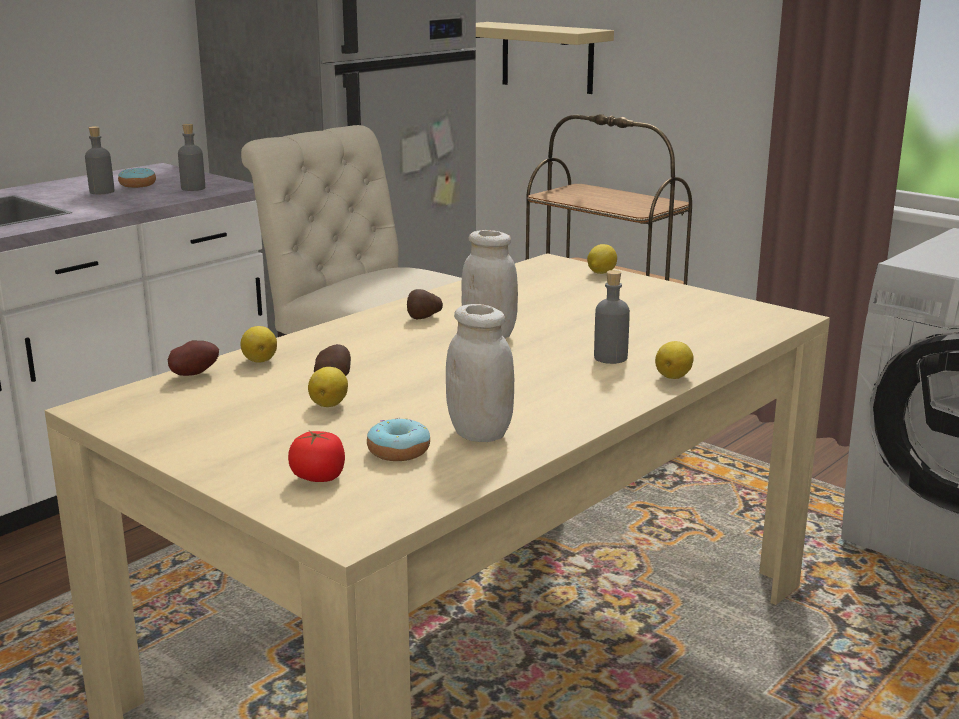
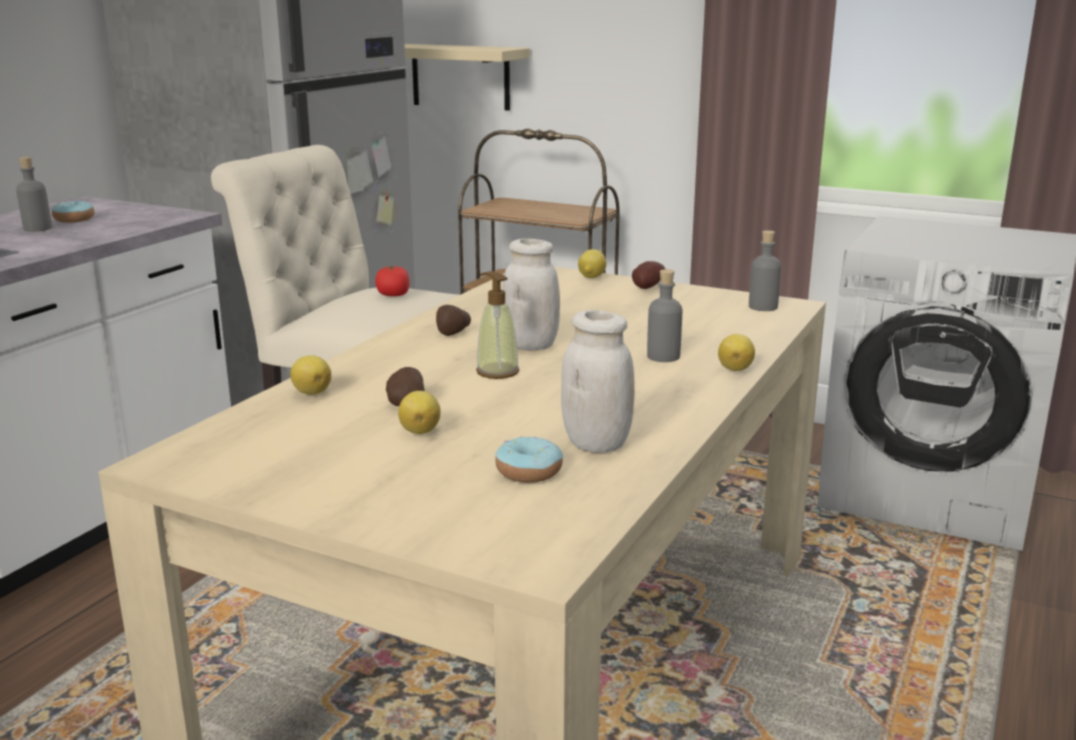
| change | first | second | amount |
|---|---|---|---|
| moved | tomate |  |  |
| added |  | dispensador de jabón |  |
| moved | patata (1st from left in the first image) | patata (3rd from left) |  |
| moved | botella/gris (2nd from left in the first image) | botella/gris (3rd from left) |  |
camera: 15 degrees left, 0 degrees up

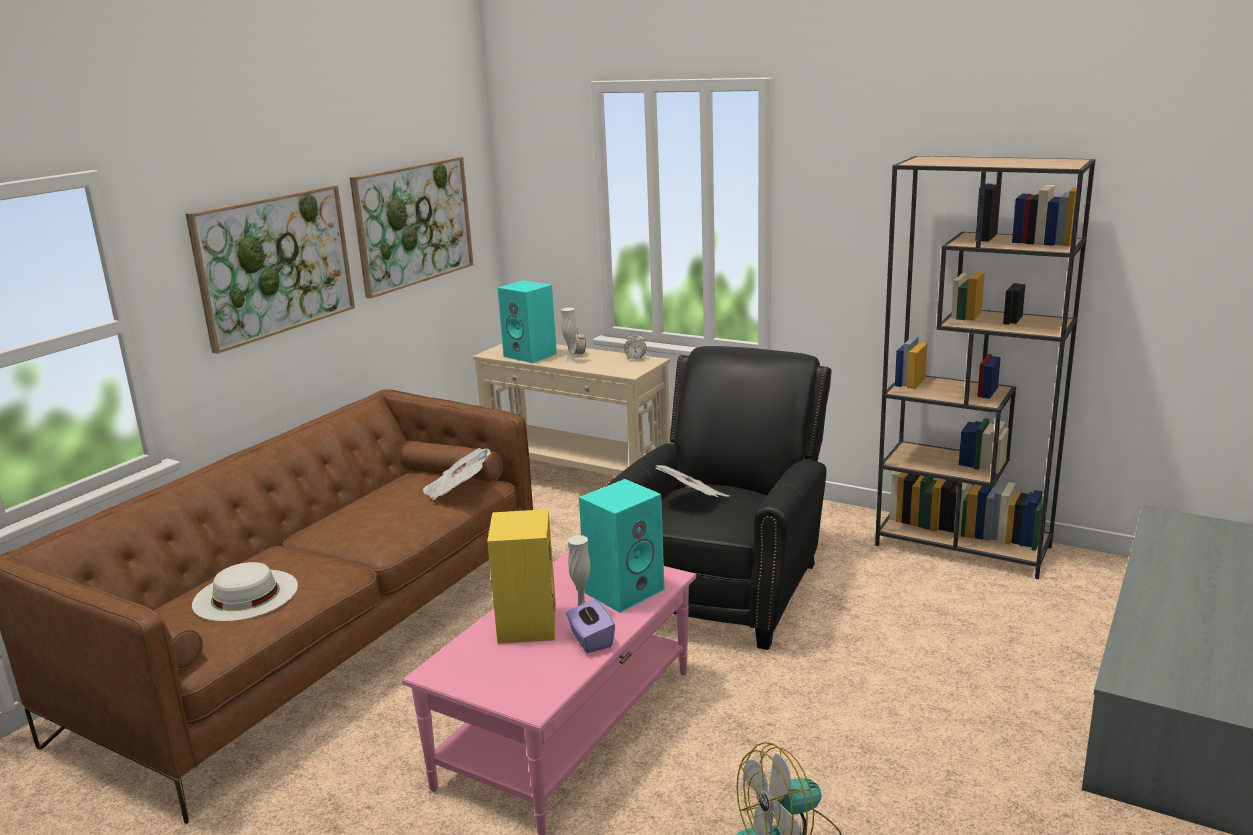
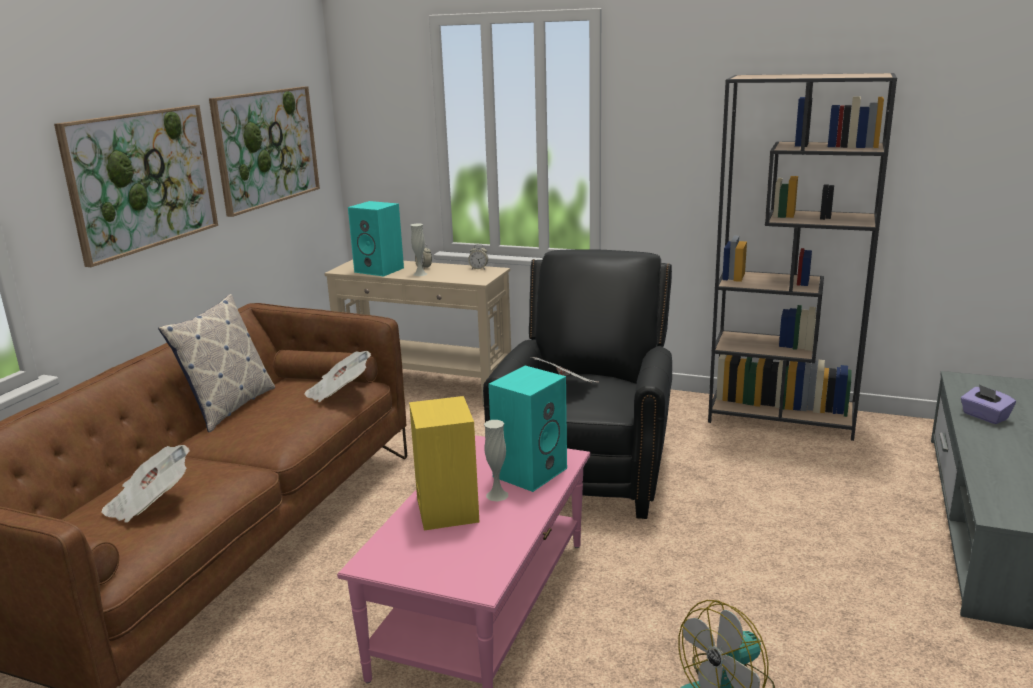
| change | first | second | amount |
|---|---|---|---|
| replaced | sombrero/blanco | periódico (1st from left) |  |
| added |  | cojín |  |
| moved | caja de pañuelos/morado |  |  |
camera: 10 degrees left, 0 degrees up

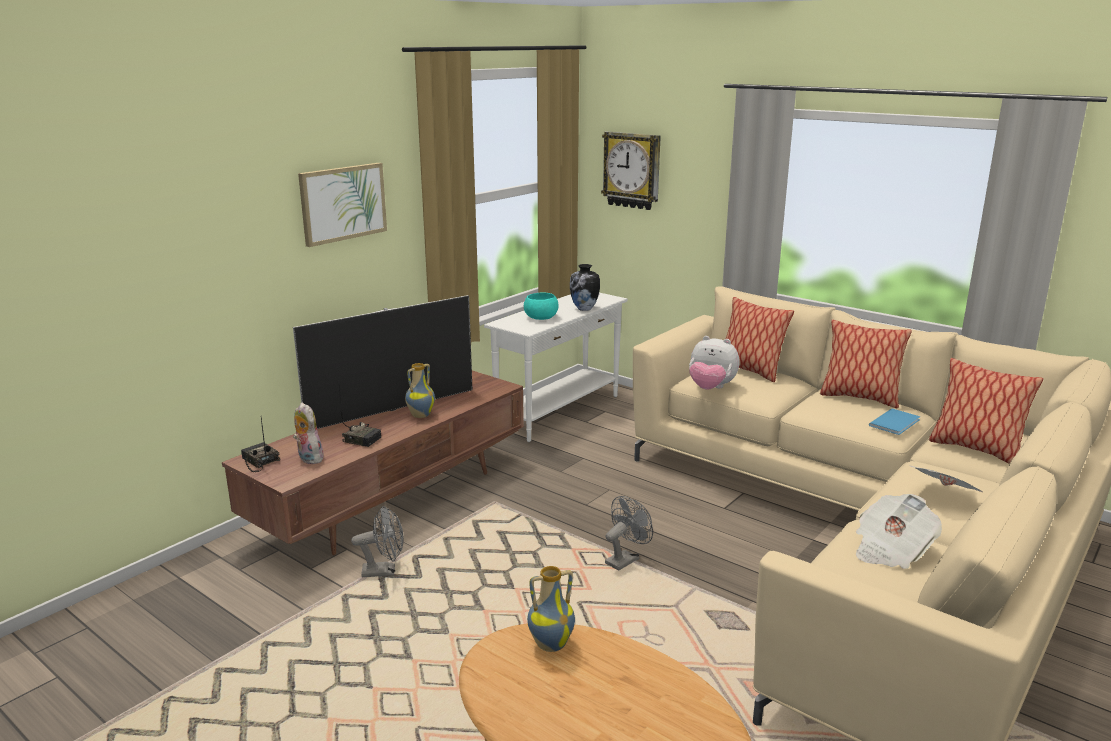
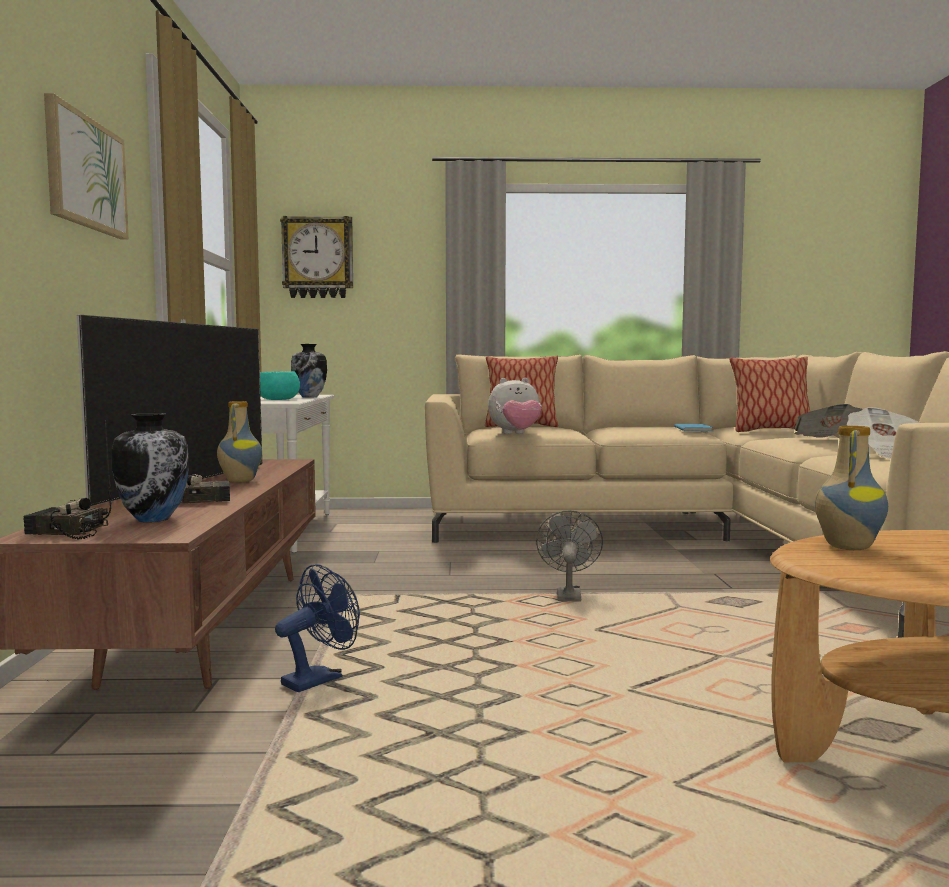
| change | first | second | amount |
|---|---|---|---|
| replaced | peluche (1st from left) | florero (1st from left) |  |
| recoloured | ventilador/gris (1st from left) | ventilador/azul |  |
| removed | cojín (2nd from left) |  |  |
camera: 40 degrees left, 15 degrees down

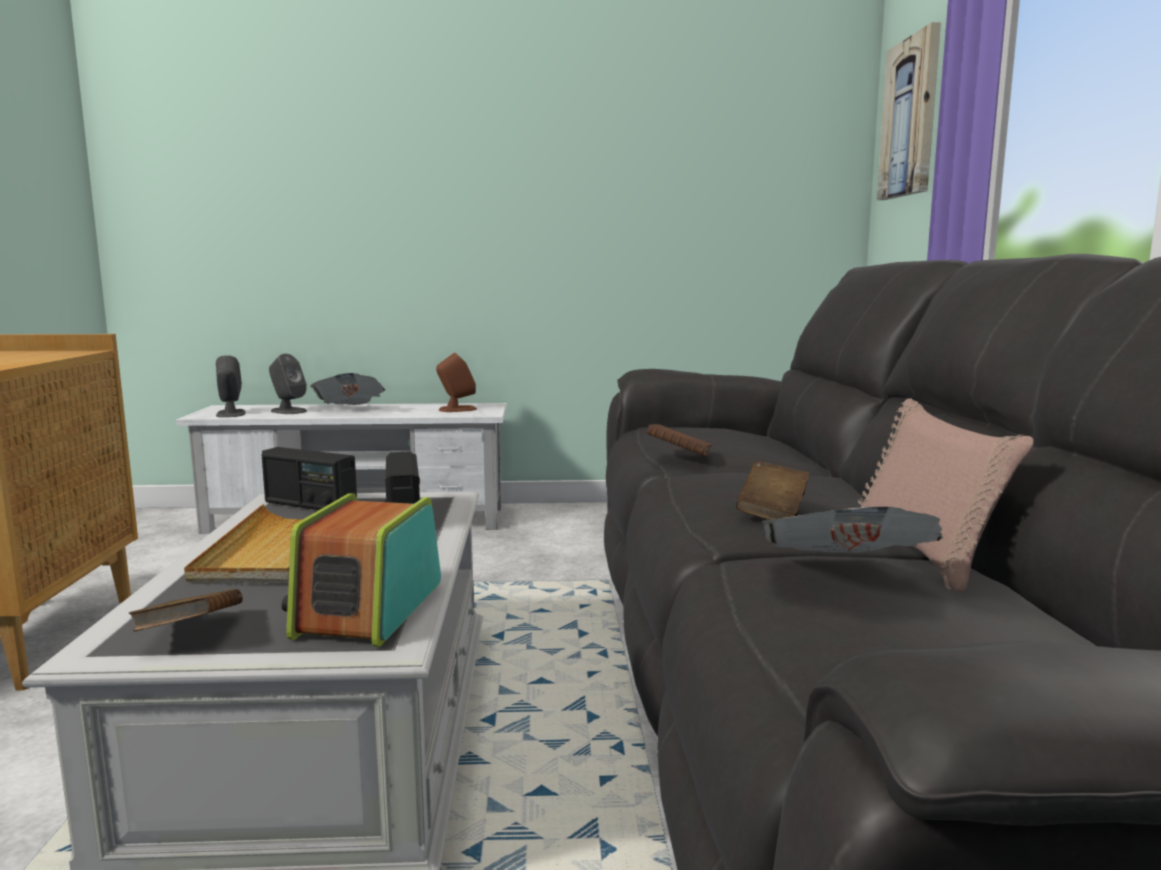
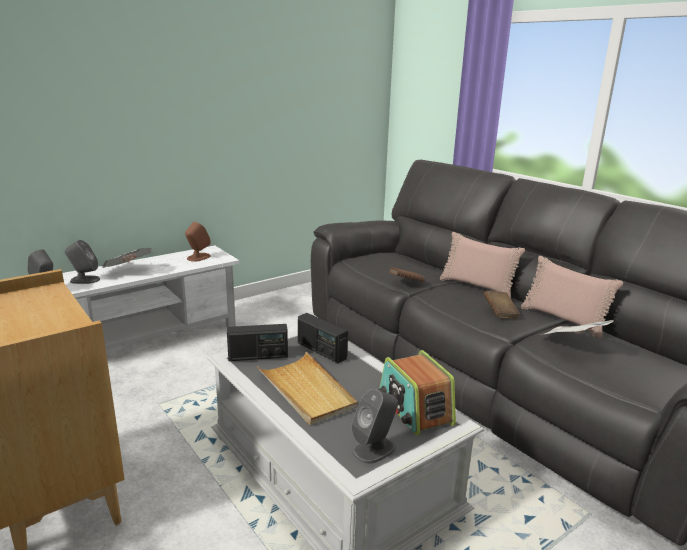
| change | first | second | amount |
|---|---|---|---|
| replaced | libro/marrón (1st from left) | altavoz/gris (3rd from left) |  |
| added |  | cojín/beis (1st from left) |  |
| removed | cuadro |  |  |
camera: 35 degrees left, 10 degrees up

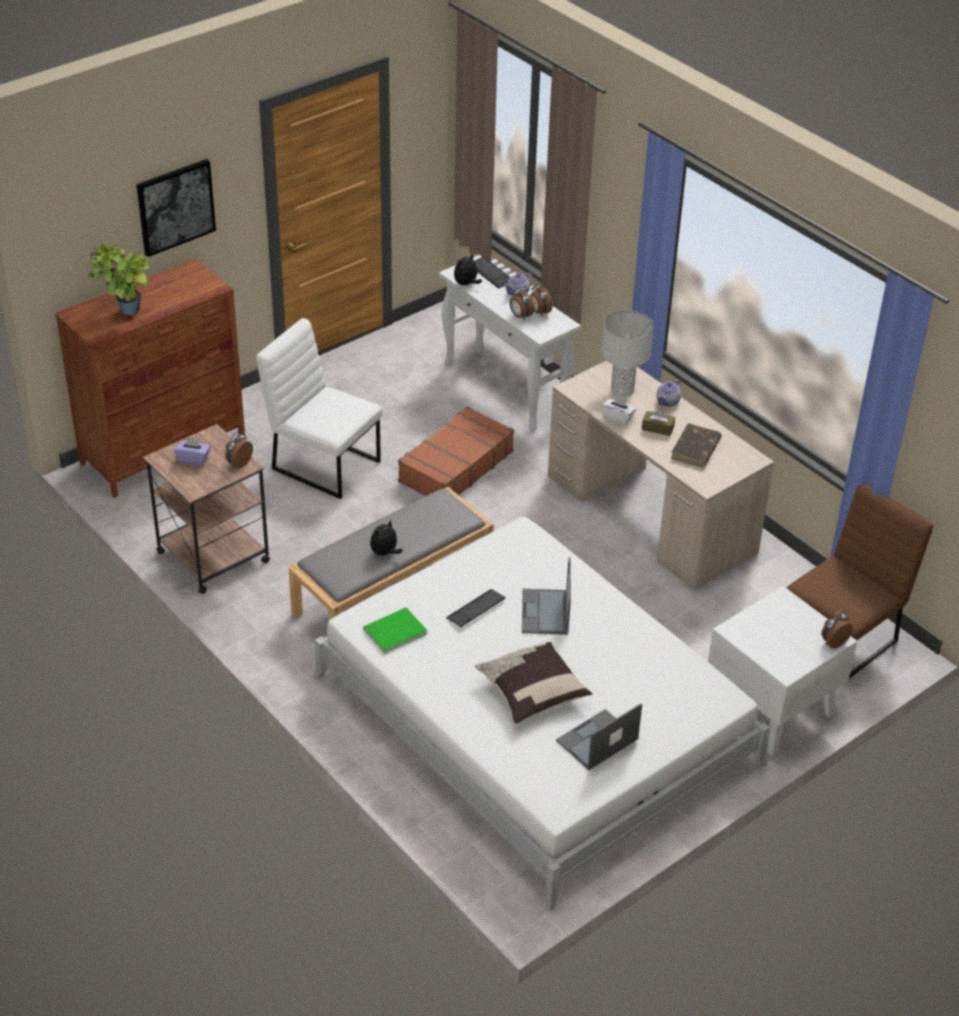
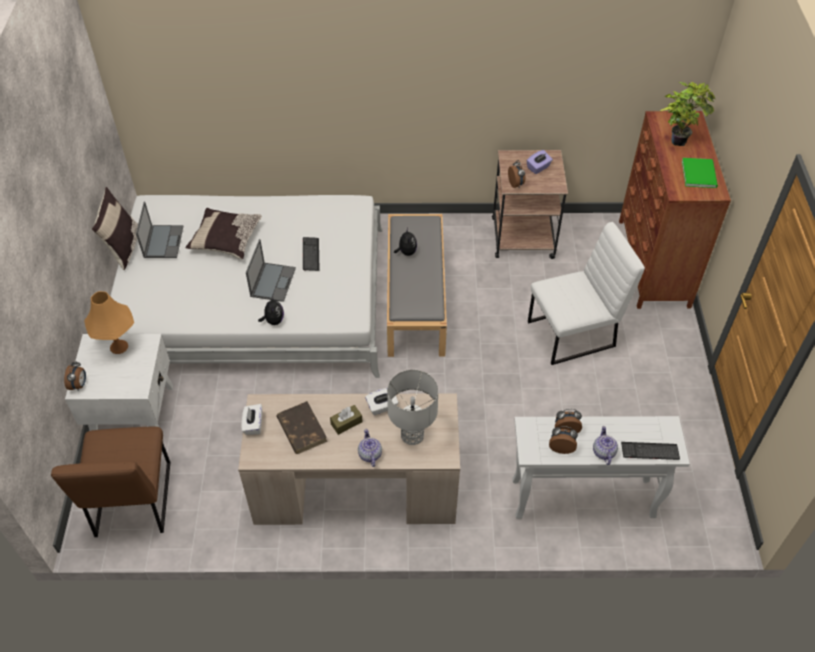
| change | first | second | amount |
|---|---|---|---|
| added |  | lámpara de mesa/naranja |  |
| added |  | cojín (1st from left) |  |
| added |  | caja de pañuelos/blanco (1st from left) |  |
| turned | portátil (1st from left in the first image) | portátil (2nd from left) | 60 degrees clockwise |
| moved | peluche (2nd from left in the first image) | peluche (1st from left) |  |
| moved | libro/verde |  |  |
| removed | cuadro |  |  |
| removed | maleta/marrón |  |  |
camera: 130 degrees right, 10 degrees up

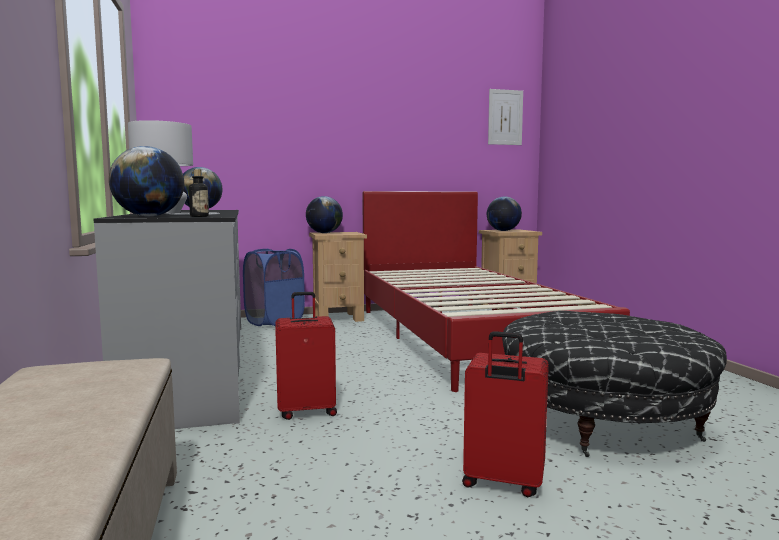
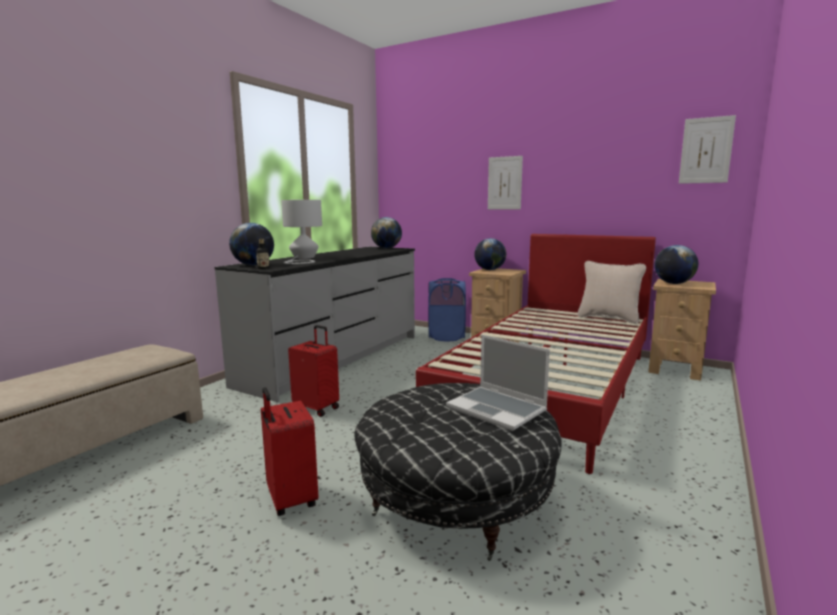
| change | first | second | amount |
|---|---|---|---|
| added |  | portátil |  |
| added |  | cuadro (1st from left) |  |
| added |  | cojín/beis |  |
camera: 45 degrees right, 5 degrees up

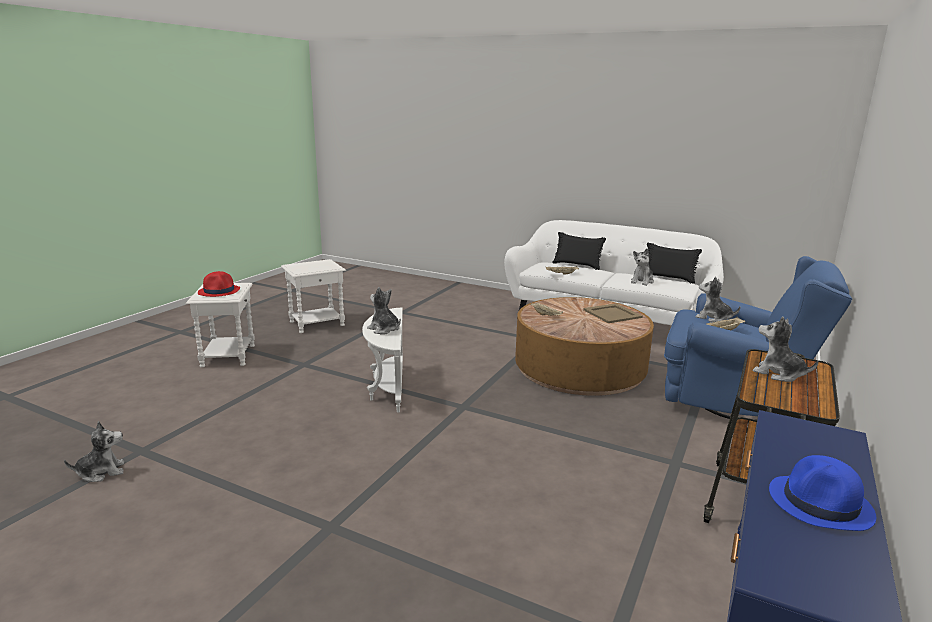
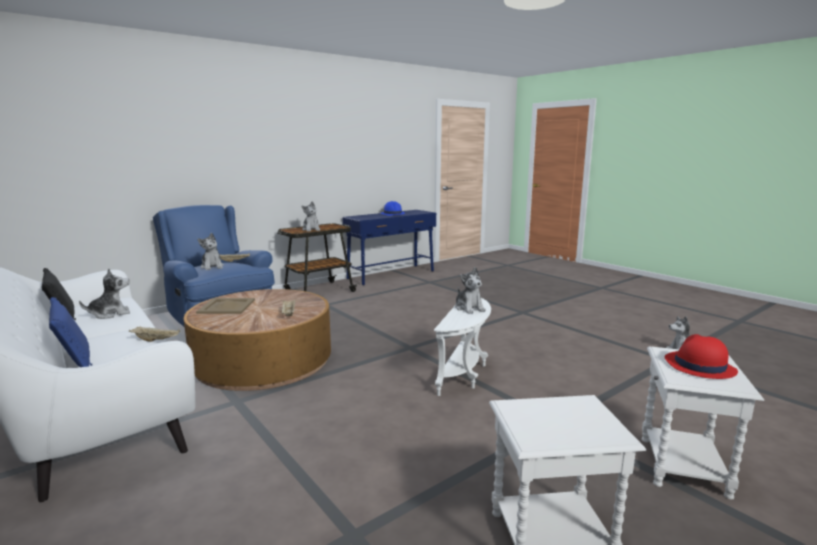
| change | first | second | amount |
|---|---|---|---|
| recoloured | cojín/negro (1st from left) | cojín/azul |  |
camera: 155 degrees left, 5 degrees down

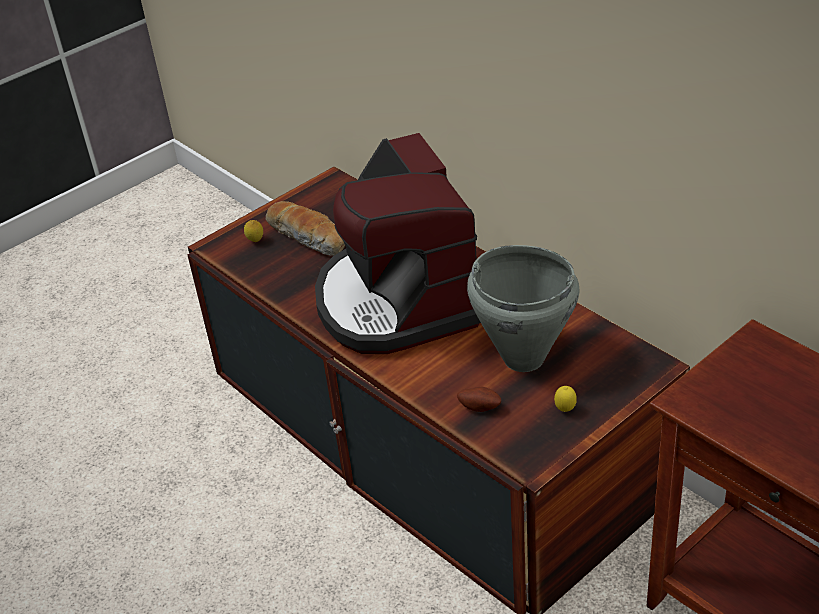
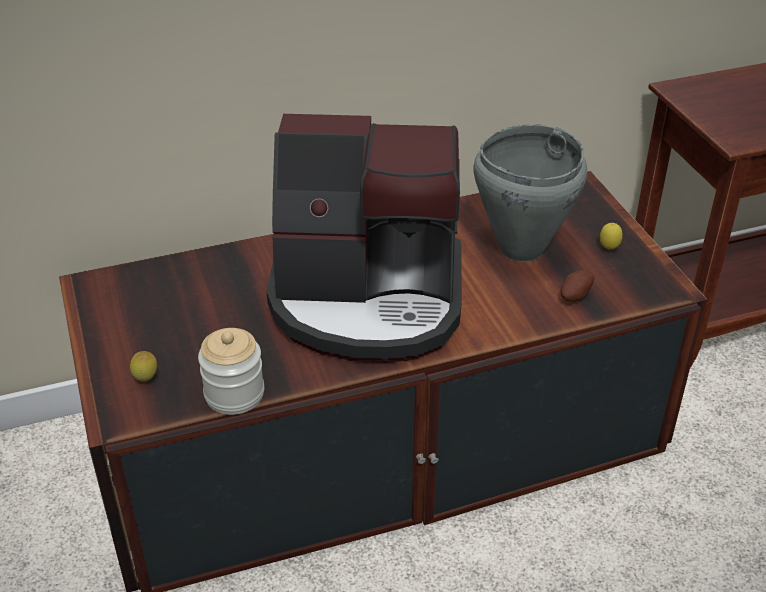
| change | first | second | amount |
|---|---|---|---|
| added |  | tarro |  |
| removed | pan |  |  |
camera: 70 degrees left, 0 degrees up

